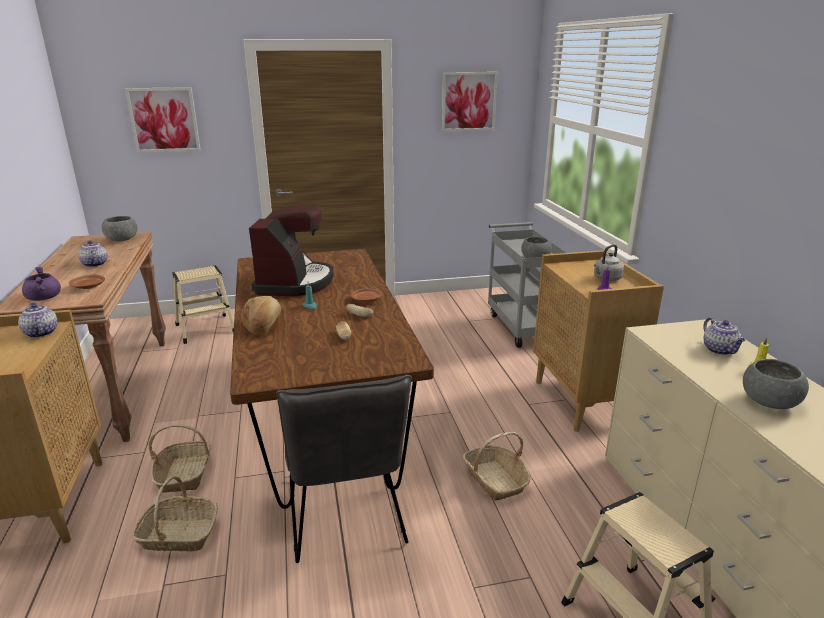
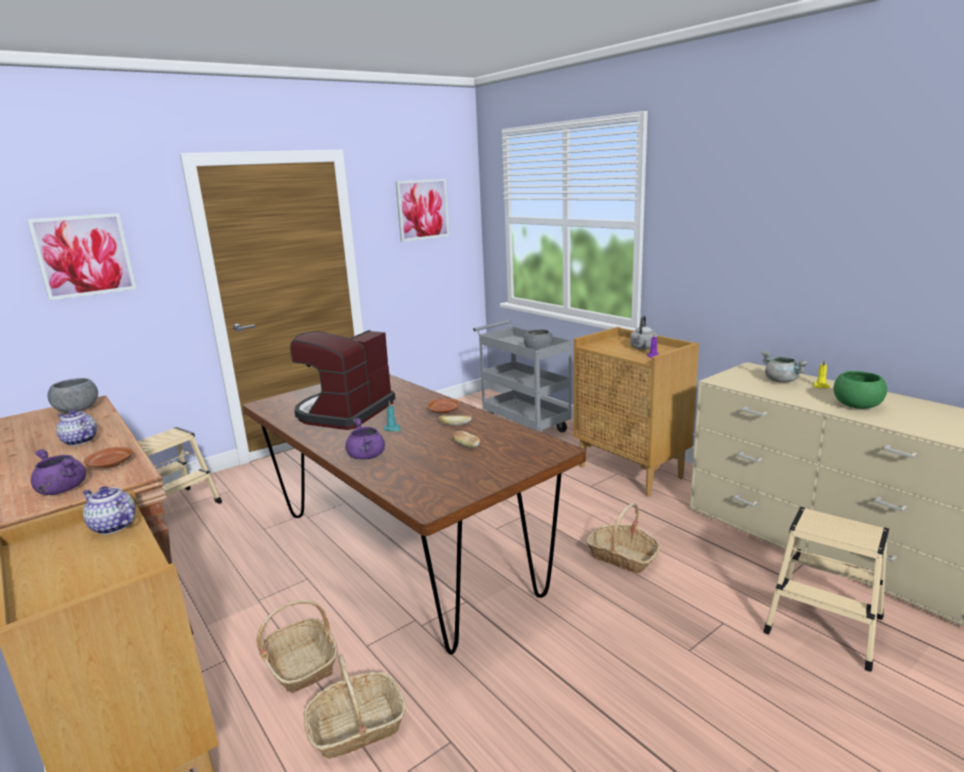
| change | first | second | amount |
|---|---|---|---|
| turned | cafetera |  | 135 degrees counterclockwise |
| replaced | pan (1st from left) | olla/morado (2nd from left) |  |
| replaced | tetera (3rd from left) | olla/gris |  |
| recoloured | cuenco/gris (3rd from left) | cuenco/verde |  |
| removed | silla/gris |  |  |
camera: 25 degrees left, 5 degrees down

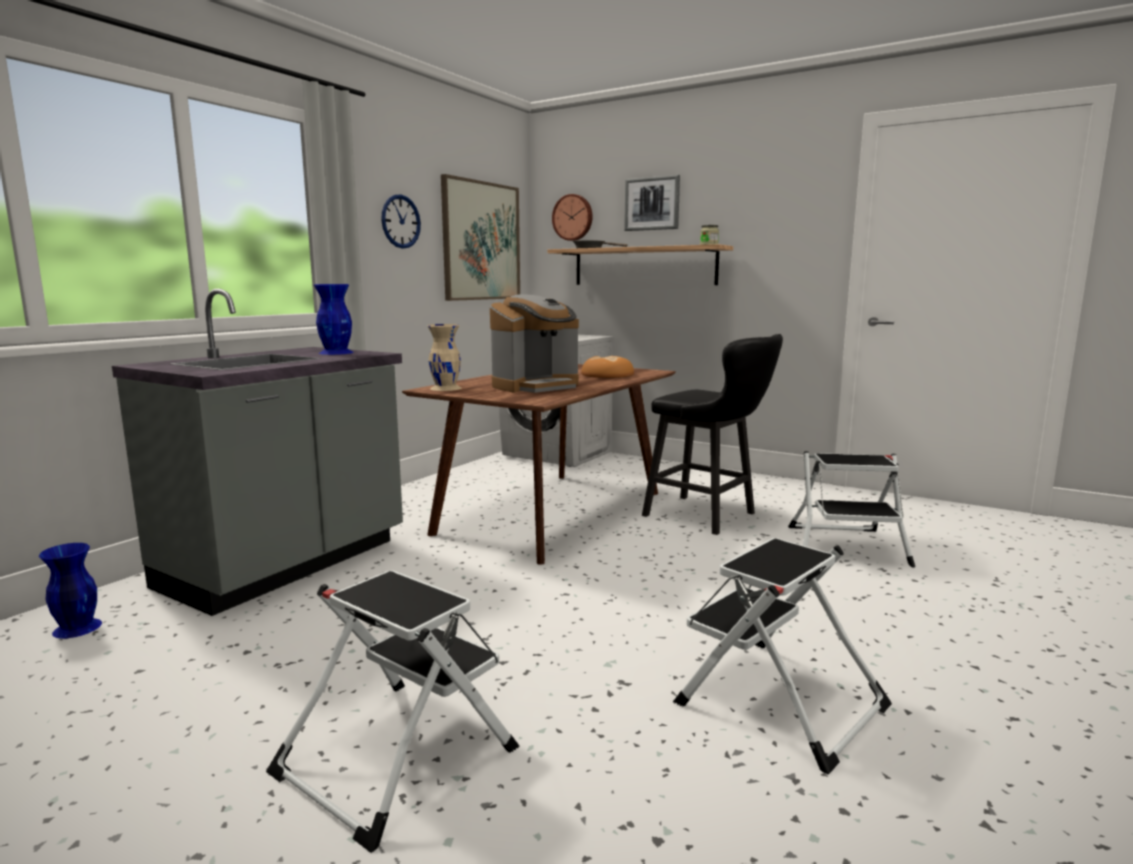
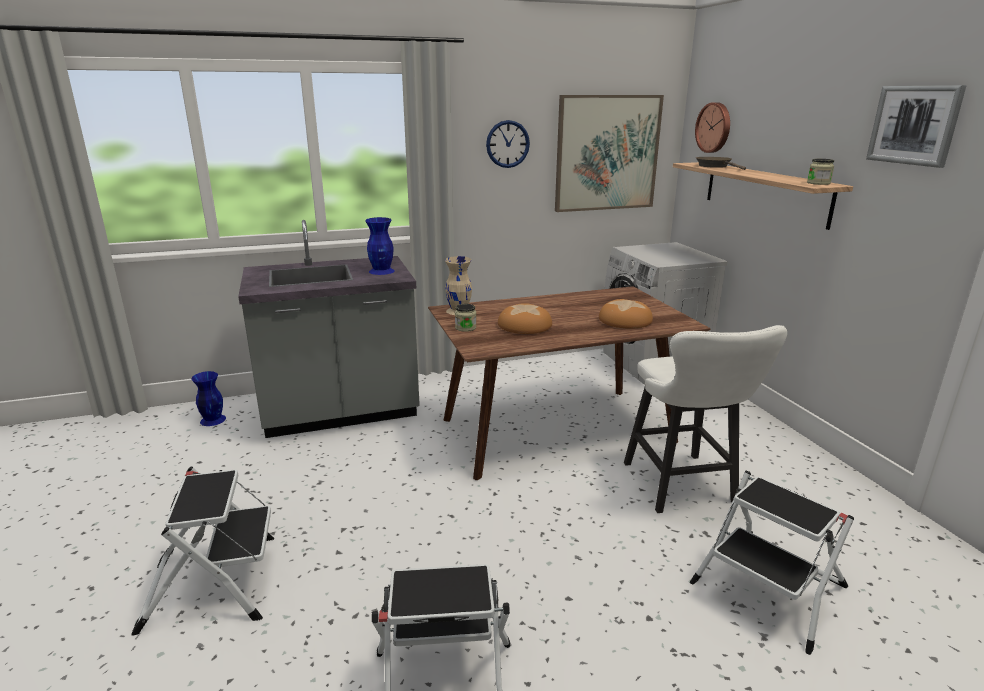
| change | first | second | amount |
|---|---|---|---|
| added |  | tarro (1st from left) |  |
| replaced | cafetera | pan (1st from left) |  |
| recoloured | taburete/negro | taburete/blanco |  |
| moved | cuadro (2nd from left) |  |  |
camera: 40 degrees right, 10 degrees up

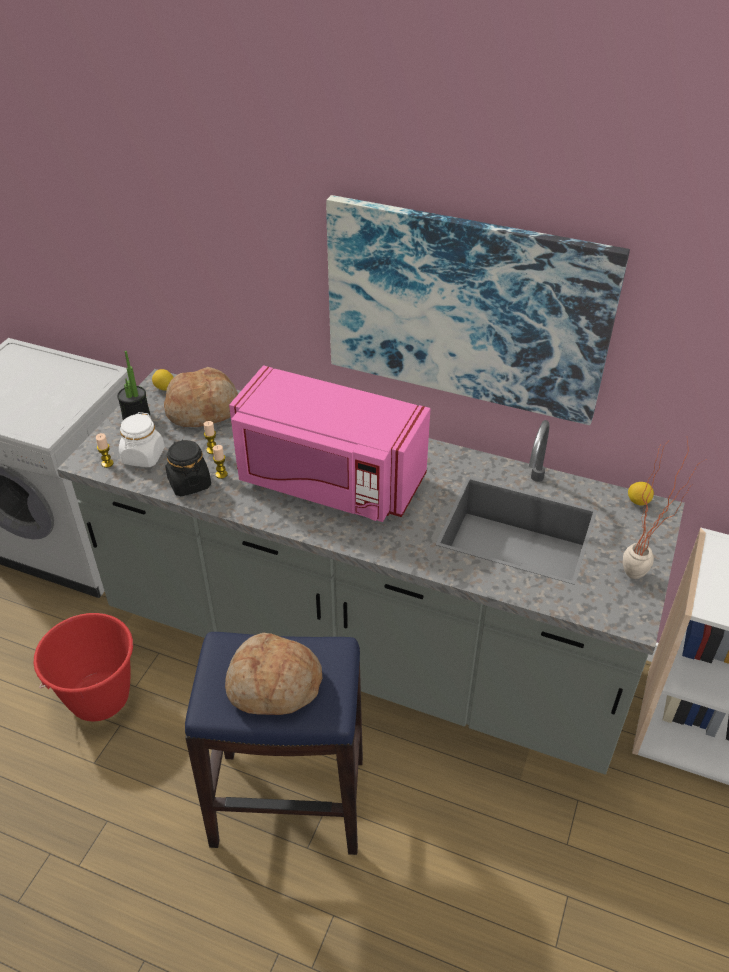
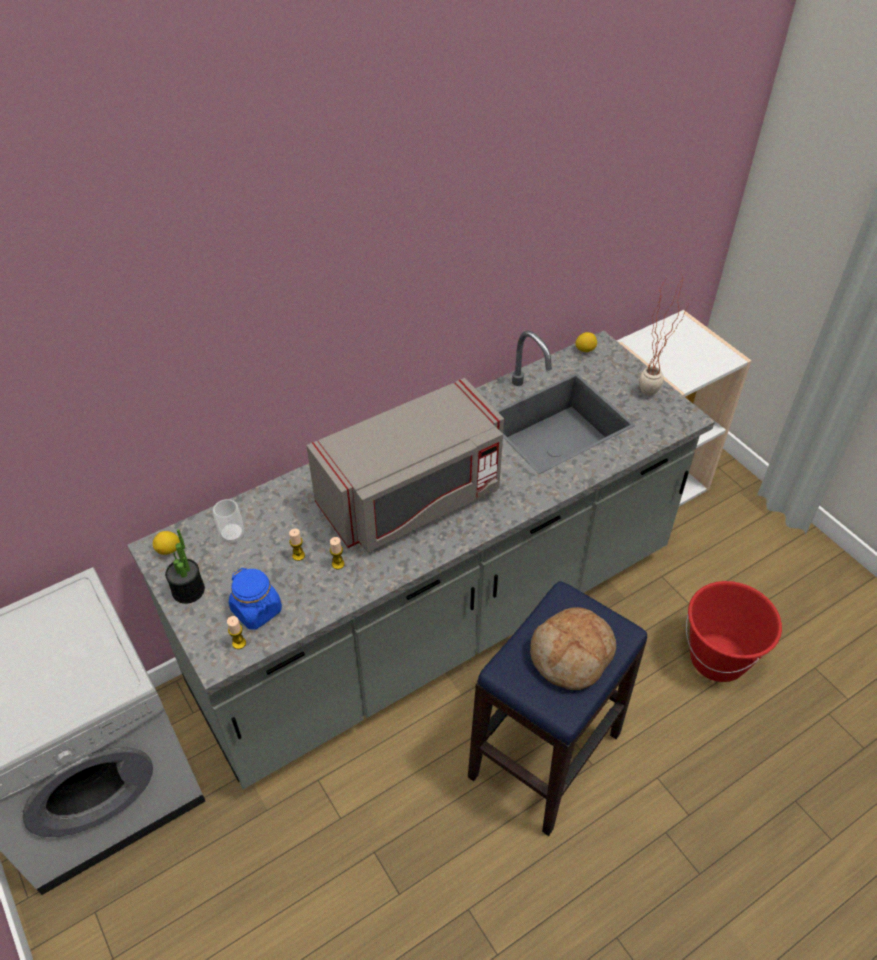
| change | first | second | amount |
|---|---|---|---|
| replaced | pan (1st from left) | taza |  |
| recoloured | tarro/blanco | tarro/azul |  |
| recoloured | microondas/rosa | microondas/gris |  |
| moved | cubo/rojo |  |  |
| removed | tarro/negro |  |  |
| removed | cuadro |  |  |
camera: 55 degrees left, 5 degrees up

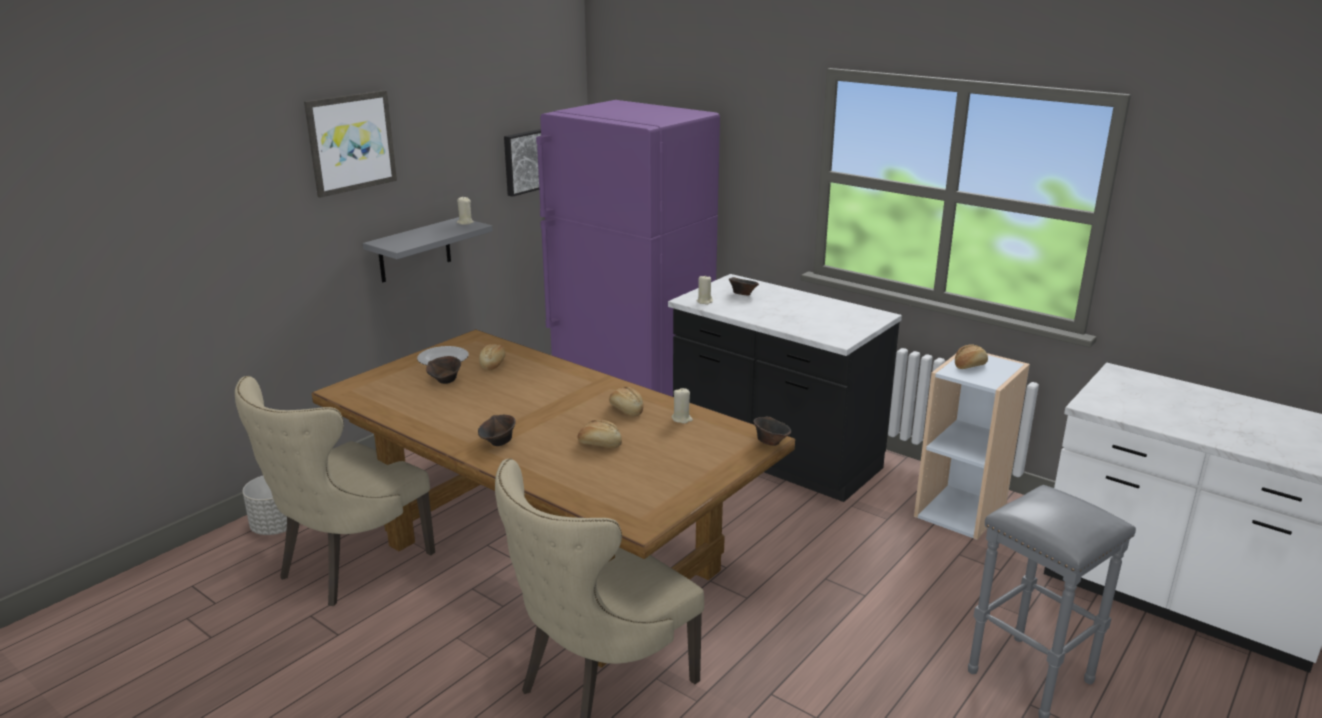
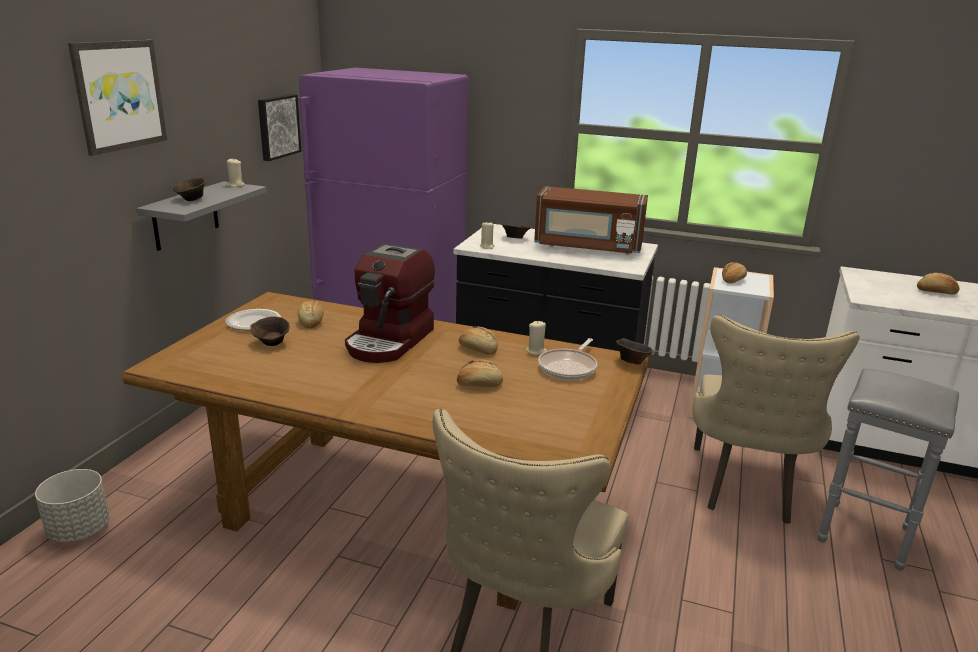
| change | first | second | amount |
|---|---|---|---|
| moved | cuenco/marrón (2nd from left in the first image) | cuenco/marrón (1st from left) |  |
| added |  | cafetera |  |
| added |  | microondas/marrón |  |
| added |  | sartén |  |
| moved | silla/beis (1st from left in the first image) | silla/beis (2nd from left) |  |
| added |  | pan (5th from left) |  |
camera: 20 degrees left, 0 degrees up

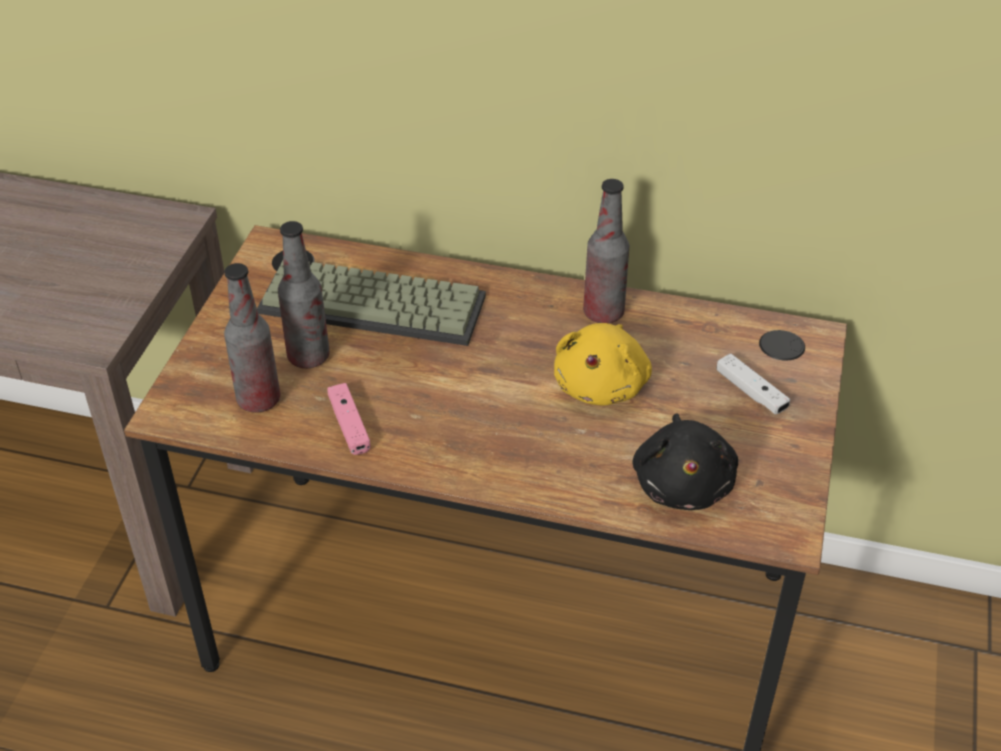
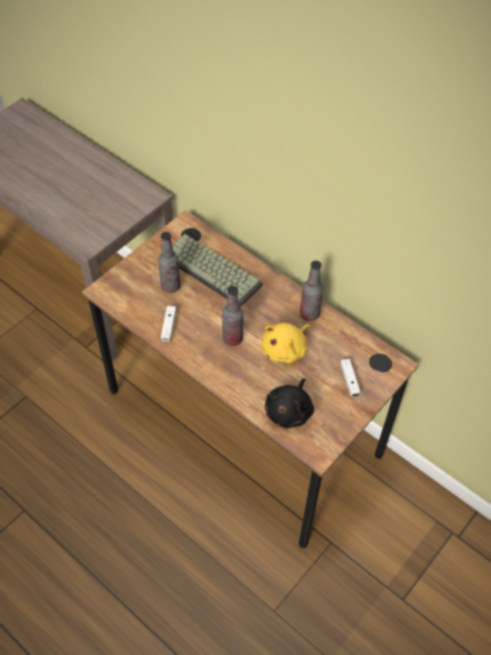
| change | first | second | amount |
|---|---|---|---|
| recoloured | mando de consola/rosa | mando de consola/blanco (1st from left) |  |
| moved | botella (1st from left in the first image) | botella (2nd from left) |  |
camera: 25 degrees right, 10 degrees up

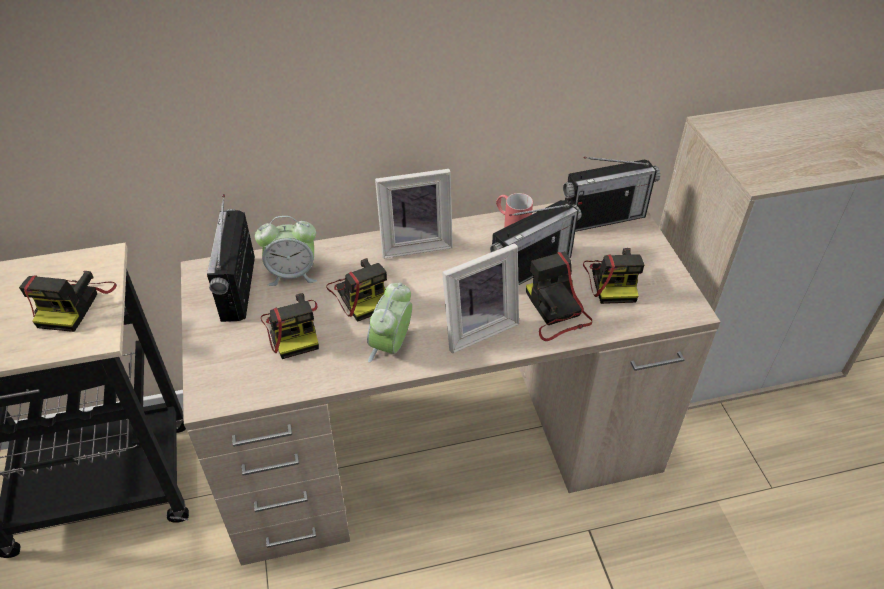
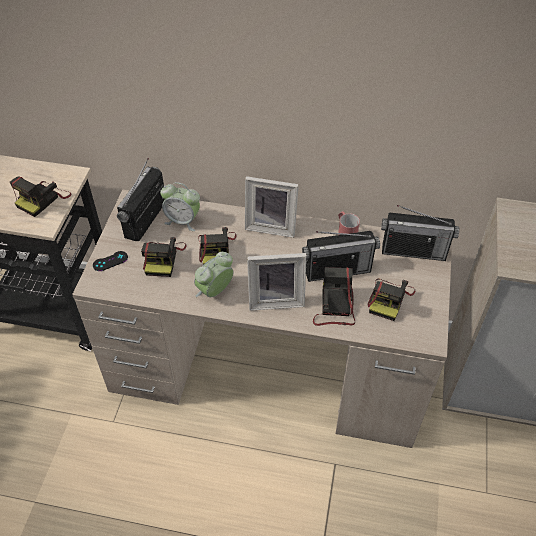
| change | first | second | amount |
|---|---|---|---|
| added |  | mando de consola/negro |  |
camera: 25 degrees right, 5 degrees up

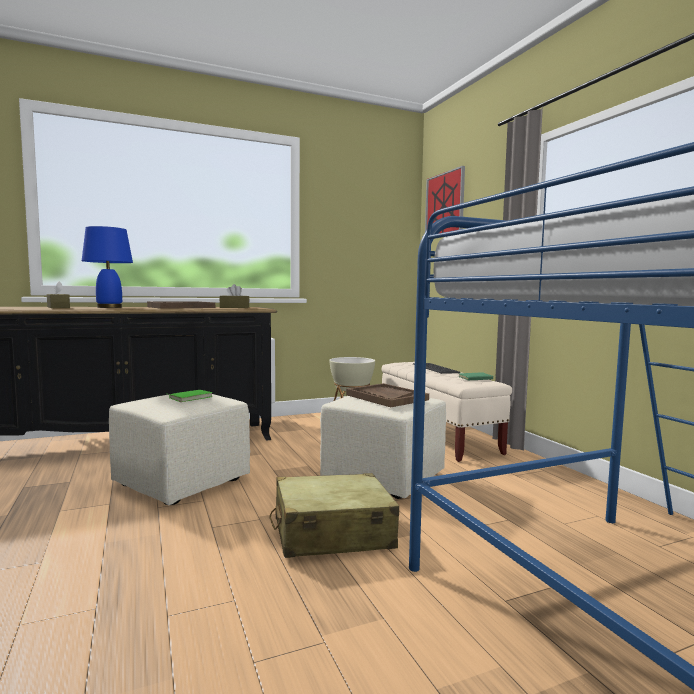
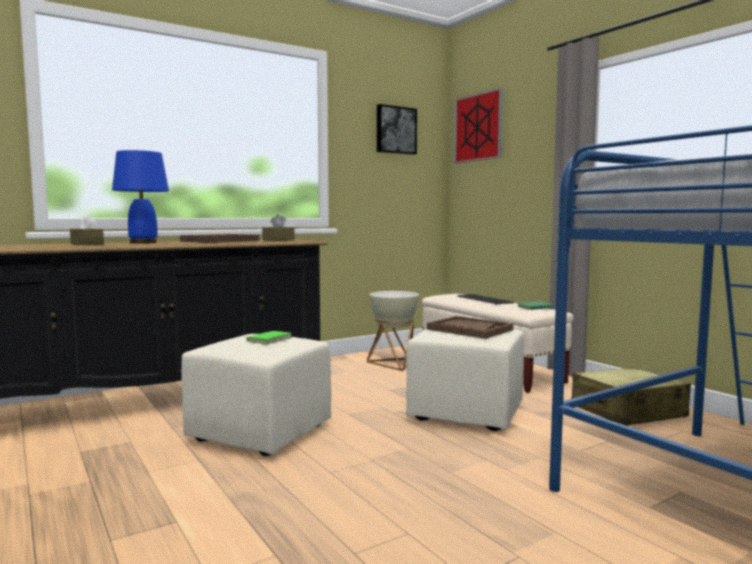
| change | first | second | amount |
|---|---|---|---|
| added |  | cuadro (1st from left) |  |
| moved | maleta/beis |  |  |
camera: 10 degrees left, 0 degrees up

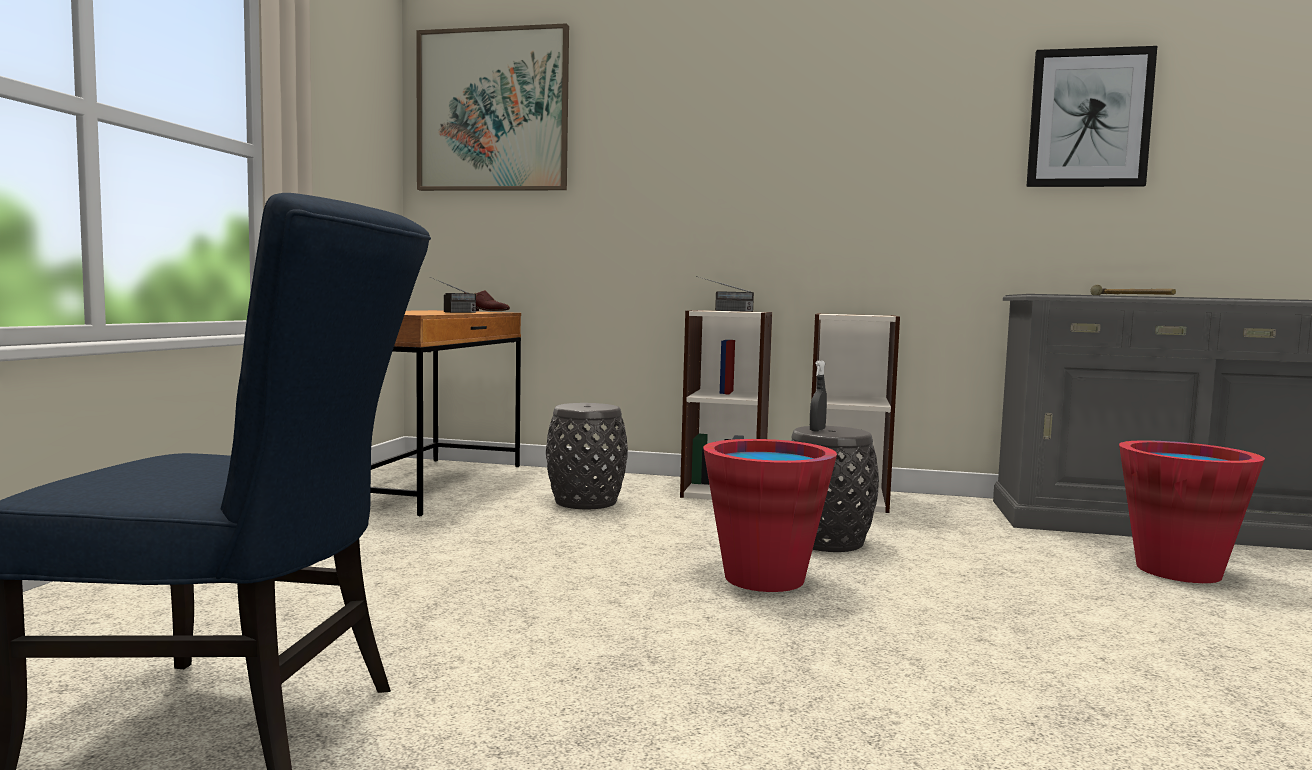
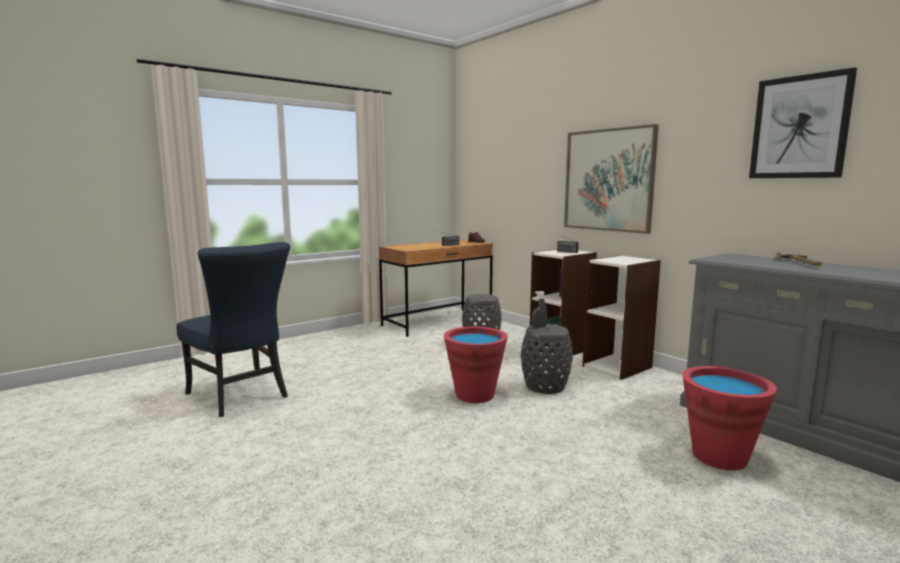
| change | first | second | amount |
|---|---|---|---|
| moved | cuadro (1st from left) |  |  |
camera: 40 degrees right, 5 degrees up

